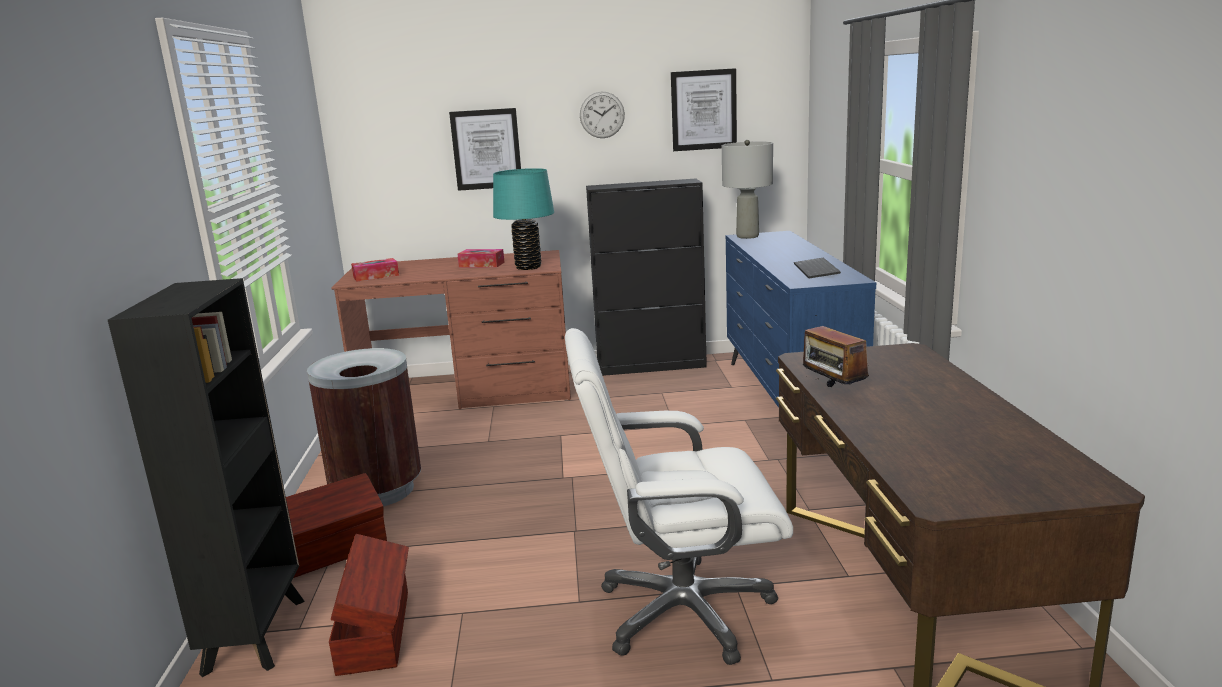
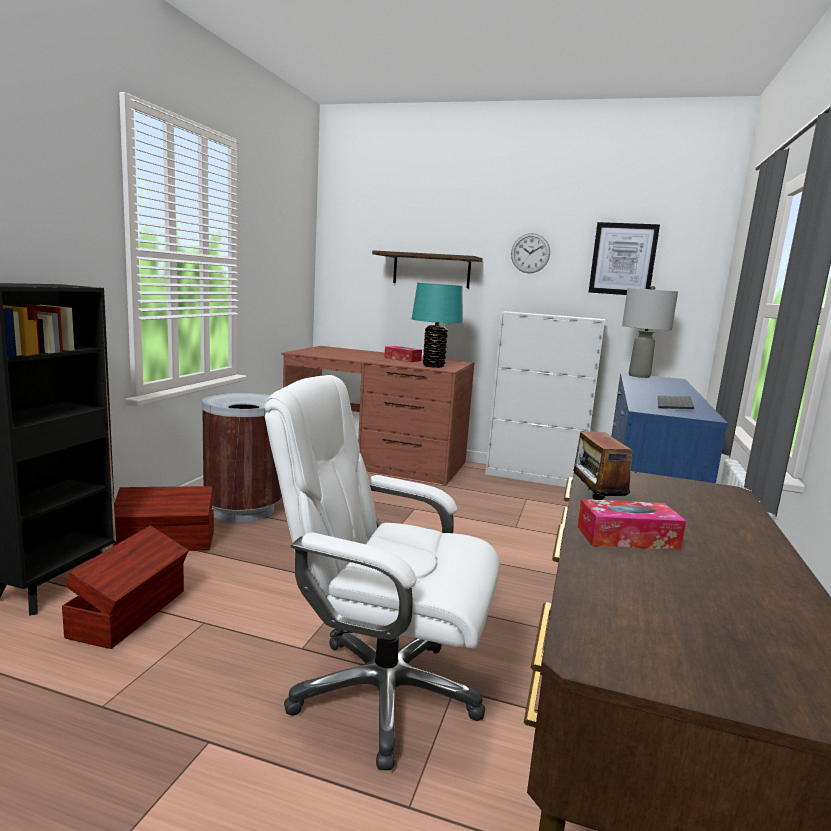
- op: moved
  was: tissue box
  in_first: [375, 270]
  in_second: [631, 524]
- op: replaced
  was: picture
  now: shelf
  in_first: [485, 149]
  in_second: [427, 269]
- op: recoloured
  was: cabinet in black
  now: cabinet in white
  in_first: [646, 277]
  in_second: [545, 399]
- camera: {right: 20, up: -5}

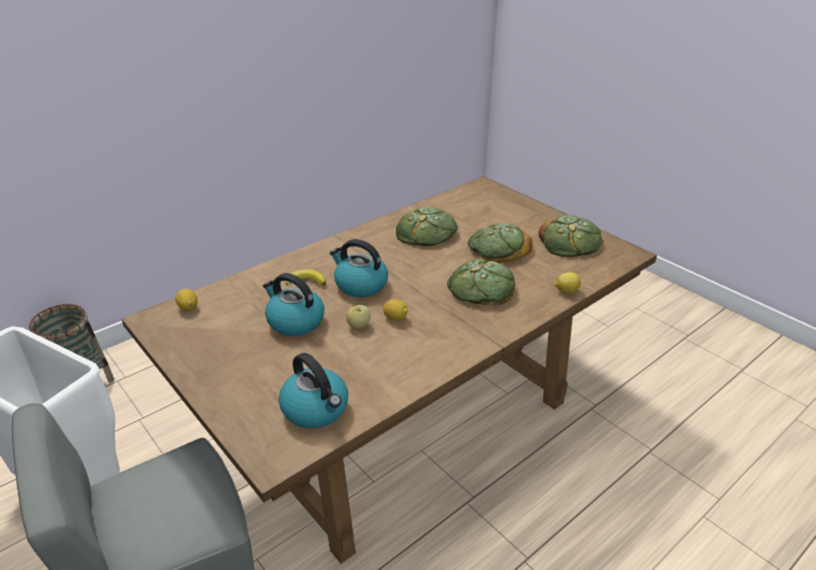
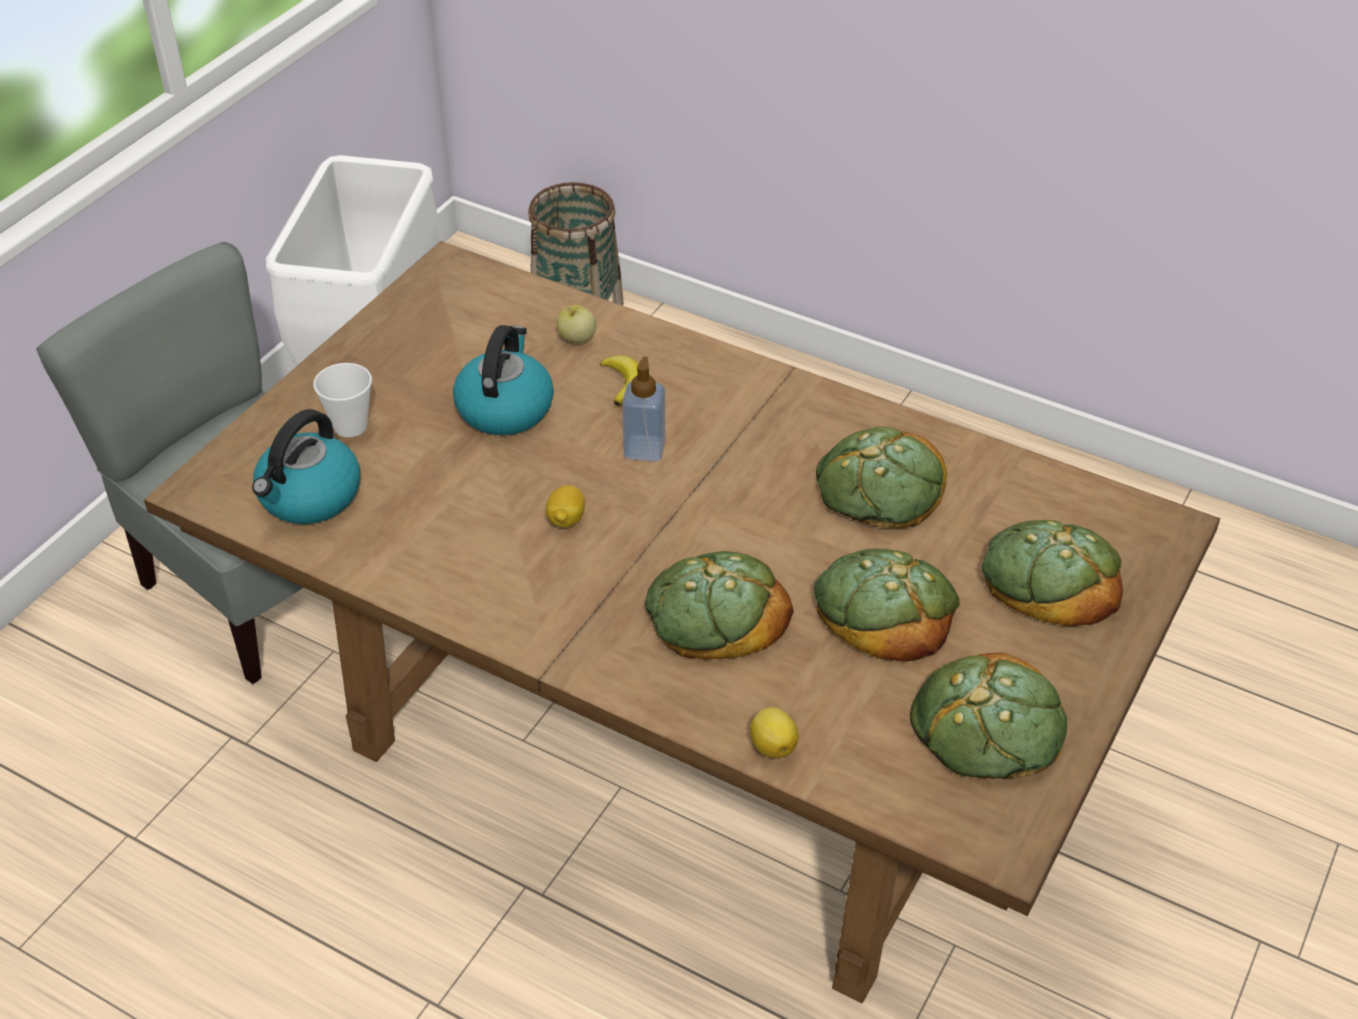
- op: removed
  was: lemon
  in_first: [186, 300]
- op: added
  now: cup
  in_second: [342, 400]
- op: added
  now: bread
  in_second: [1052, 573]
- op: moved
  was: apple
  in_first: [358, 317]
  in_second: [576, 324]
- op: replaced
  was: kettle
  now: soap dispenser
  in_first: [359, 268]
  in_second: [643, 409]
- camera: {right: 70, up: 10}

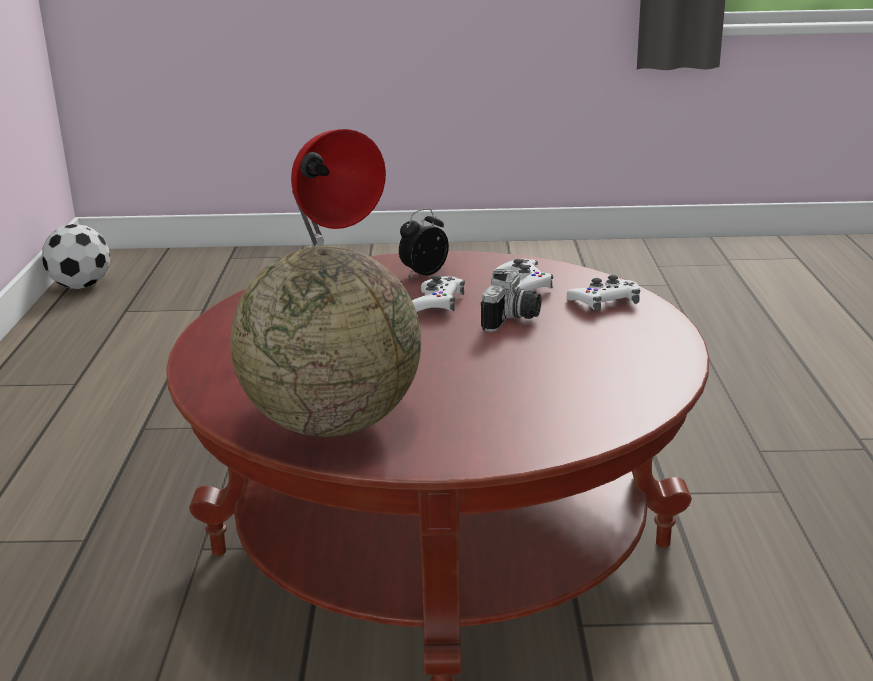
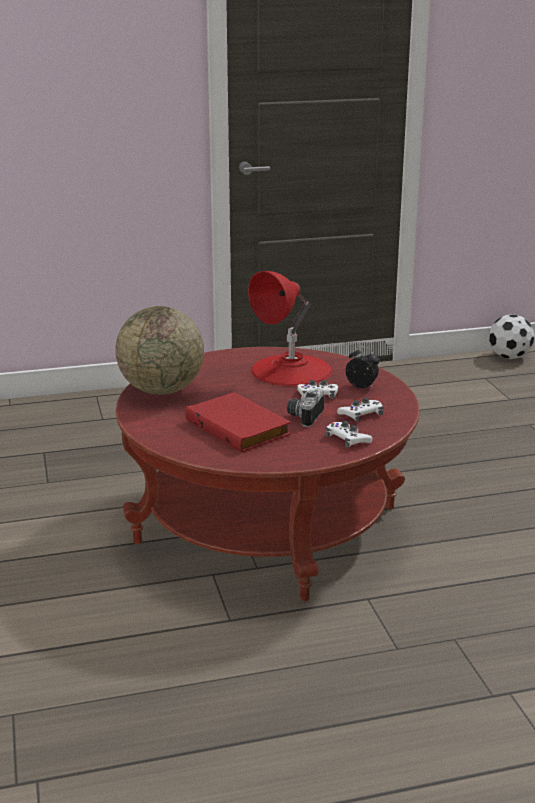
- op: added
  now: book in red
  in_second: [238, 422]
- op: turned
  was: photo camera
  in_first: [511, 300]
  in_second: [305, 407]
  clockwise: 105
- camera: {right: 75, up: 0}

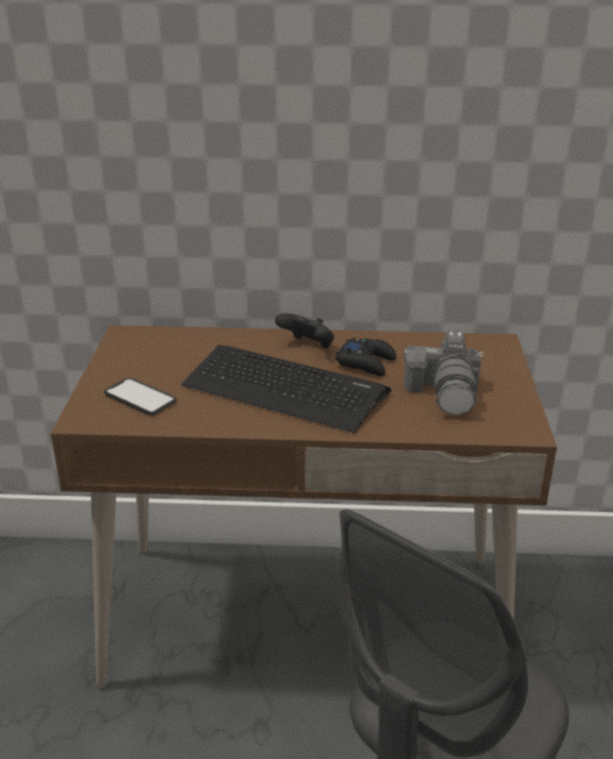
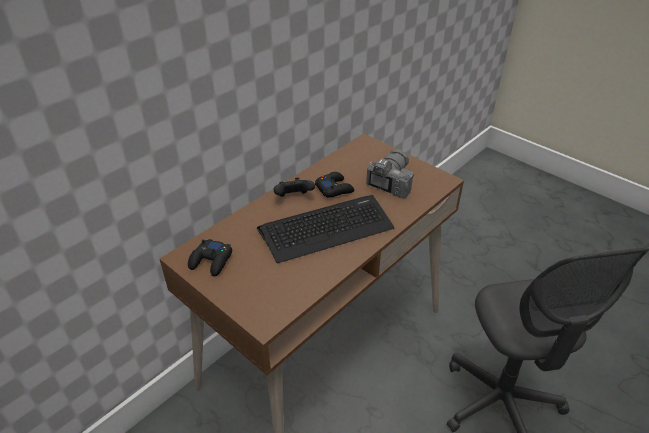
- op: removed
  was: phone
  in_first: [140, 396]
- op: added
  now: game controller in black
  in_second: [210, 257]
- op: turned
  was: photo camera
  in_first: [443, 372]
  in_second: [390, 174]
  clockwise: -105
- camera: {right: -50, up: 10}

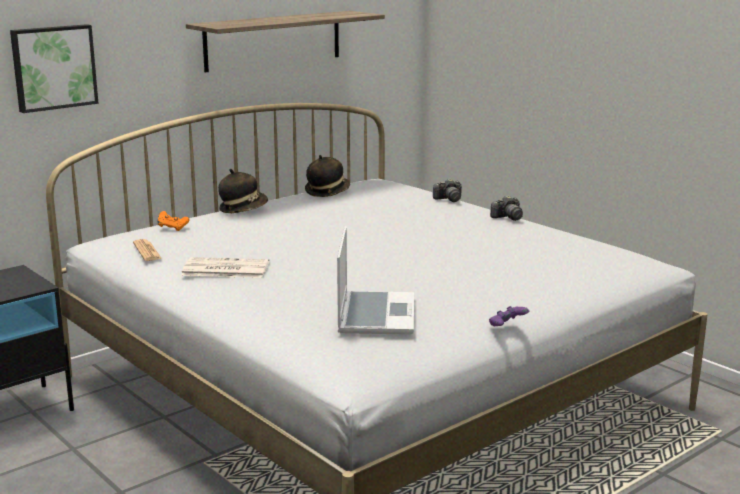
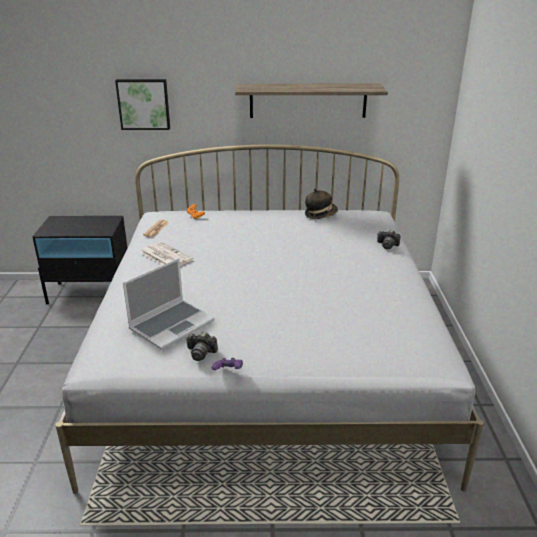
- op: removed
  was: hat
  in_first: [243, 191]
- op: moved
  was: photo camera
  in_first: [506, 208]
  in_second: [202, 346]
- camera: {right: 40, up: 10}

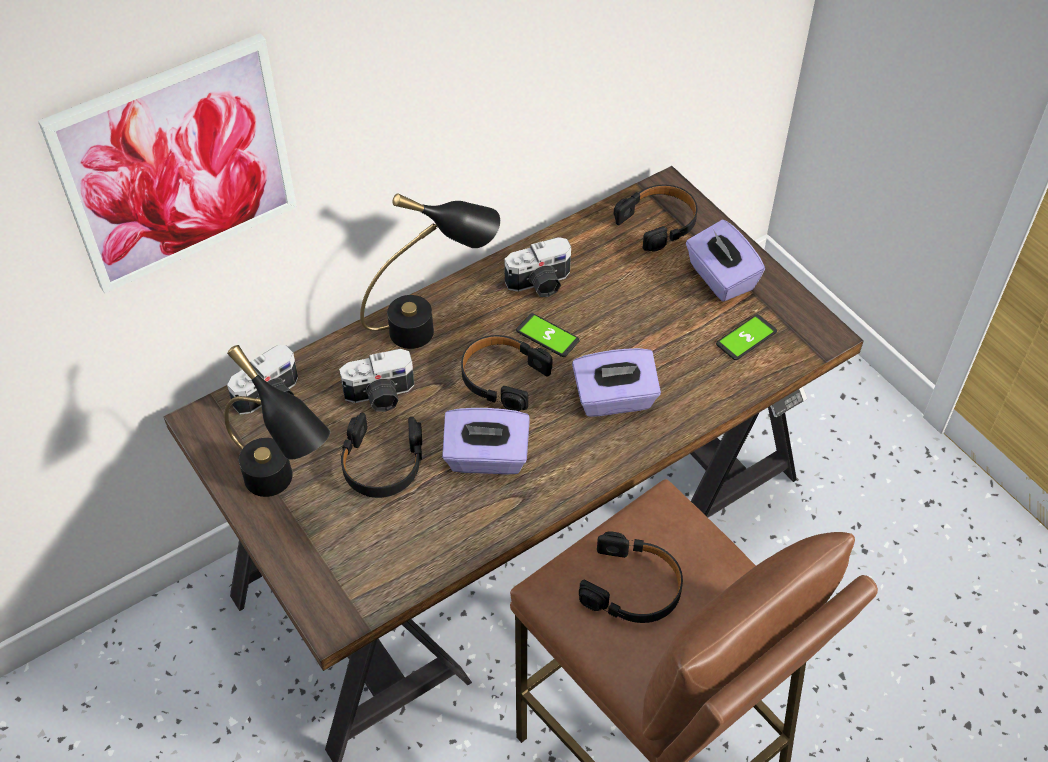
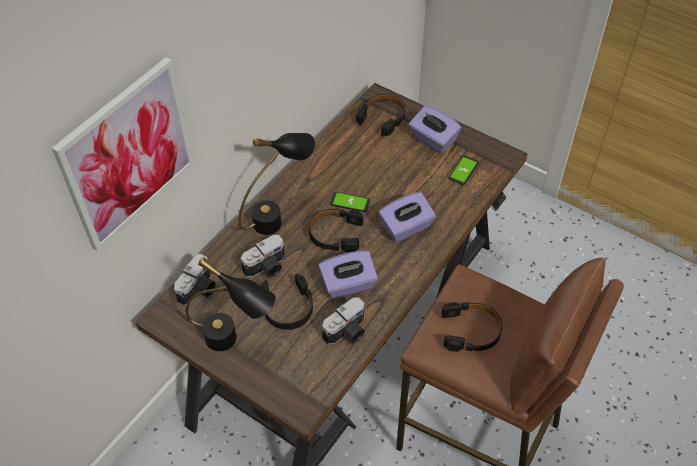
- op: moved
  was: photo camera
  in_first: [538, 267]
  in_second: [343, 320]
- camera: {right: -20, up: 0}

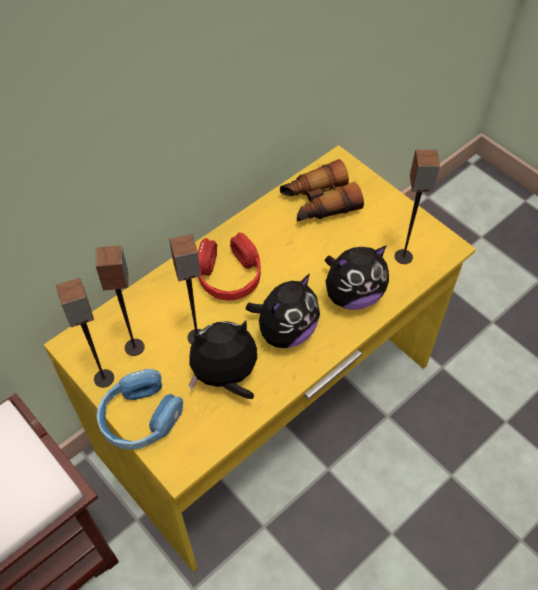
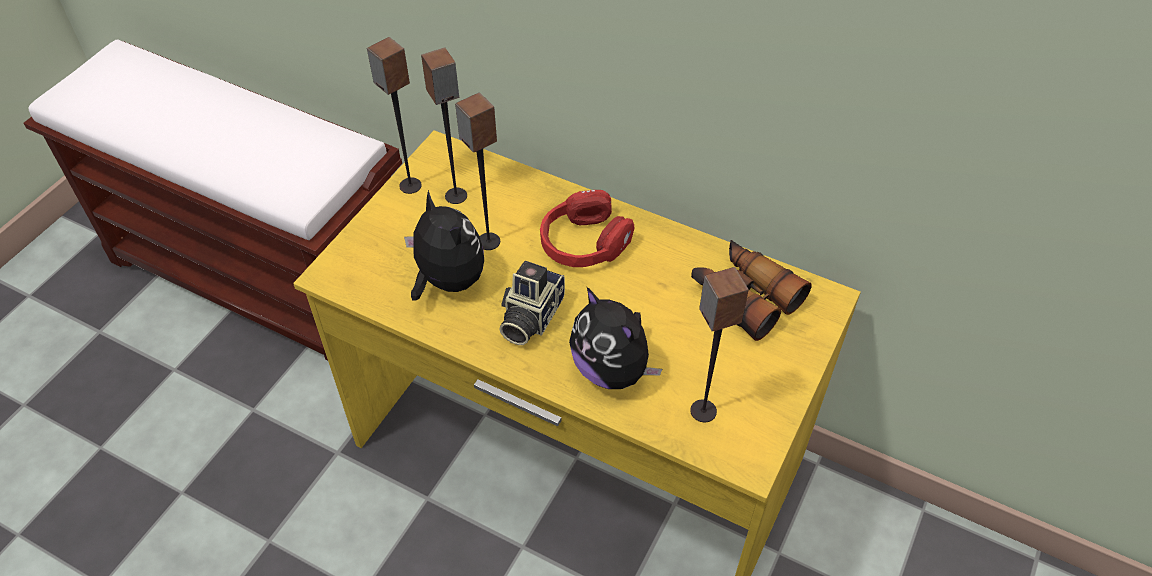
- op: removed
  was: headphones in blue
  in_first: [139, 409]
- op: replaced
  was: plush toy
  now: photo camera
  in_first: [283, 311]
  in_second: [532, 302]
- camera: {right: 70, up: -5}

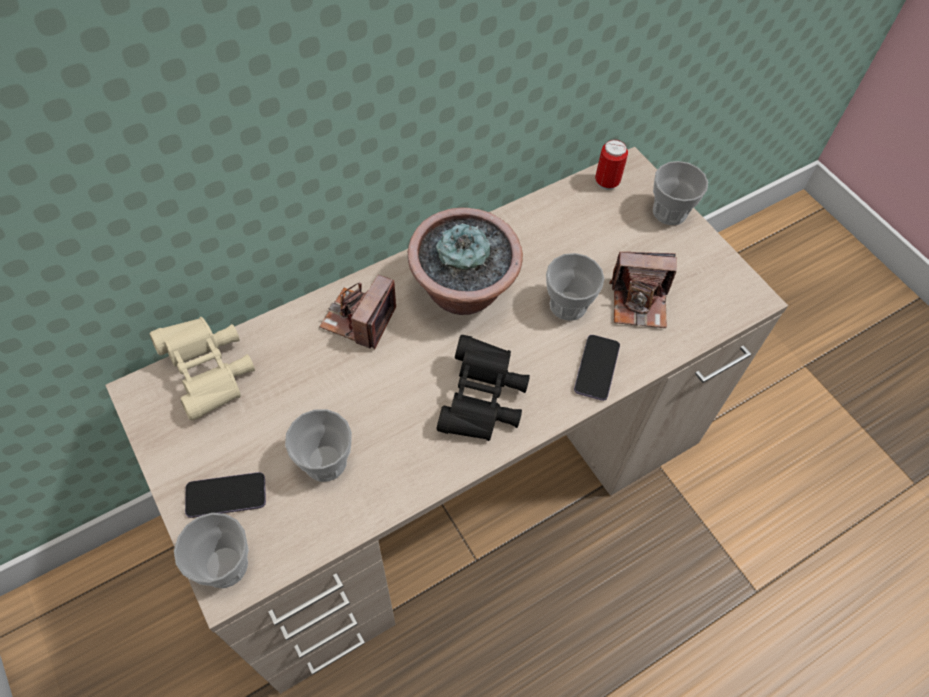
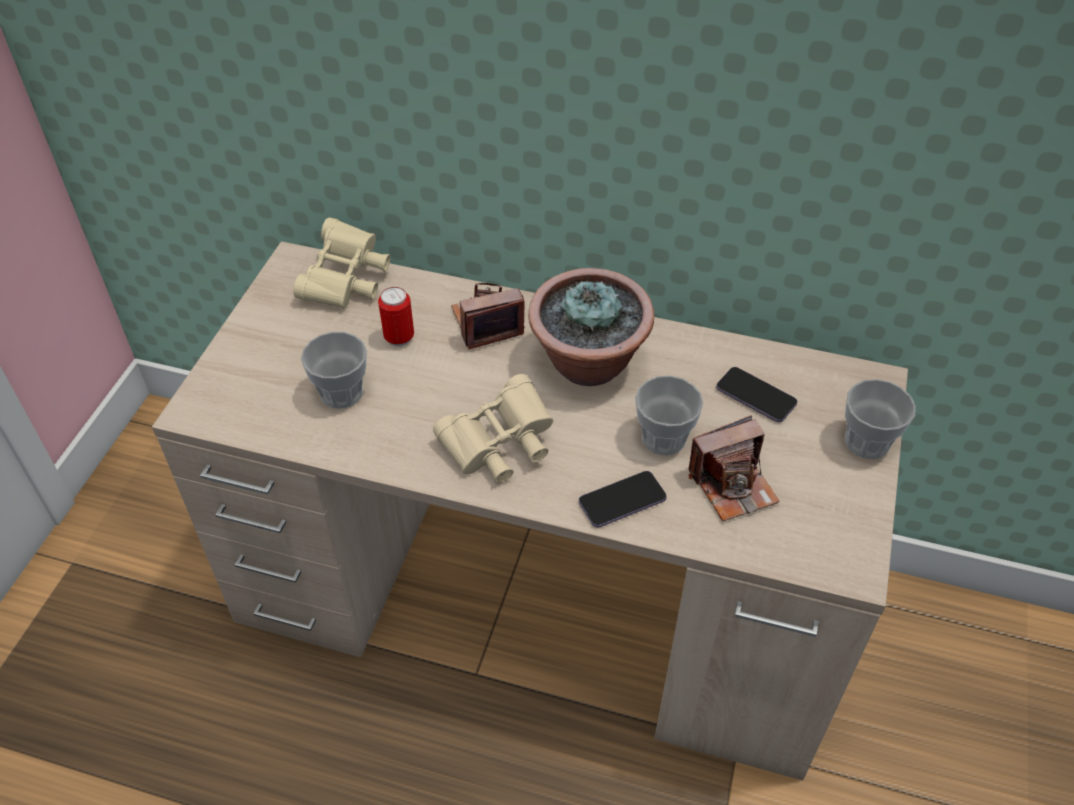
- op: removed
  was: cup
  in_first: [211, 550]
- op: moved
  was: phone
  in_first: [225, 495]
  in_second: [757, 394]
- op: moved
  was: can
  in_first: [611, 165]
  in_second: [396, 317]
- op: recoloured
  was: binoculars in black
  now: binoculars in beige
  in_first: [483, 388]
  in_second: [493, 428]
- op: turned
  was: photo camera
  in_first: [643, 290]
  in_second: [734, 468]
  clockwise: -75
- camera: {right: 50, up: -10}

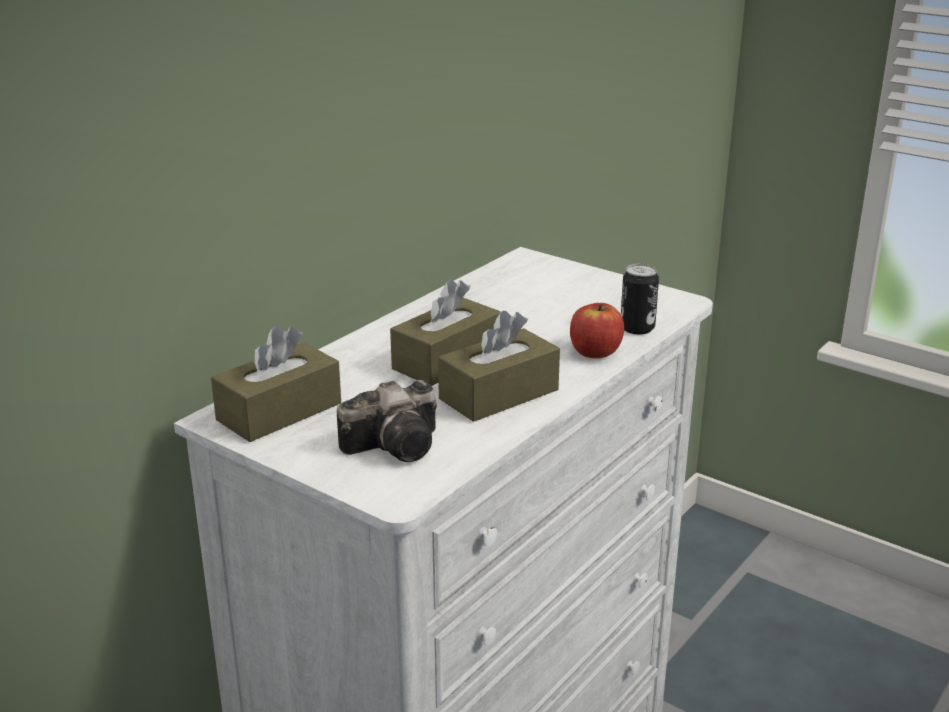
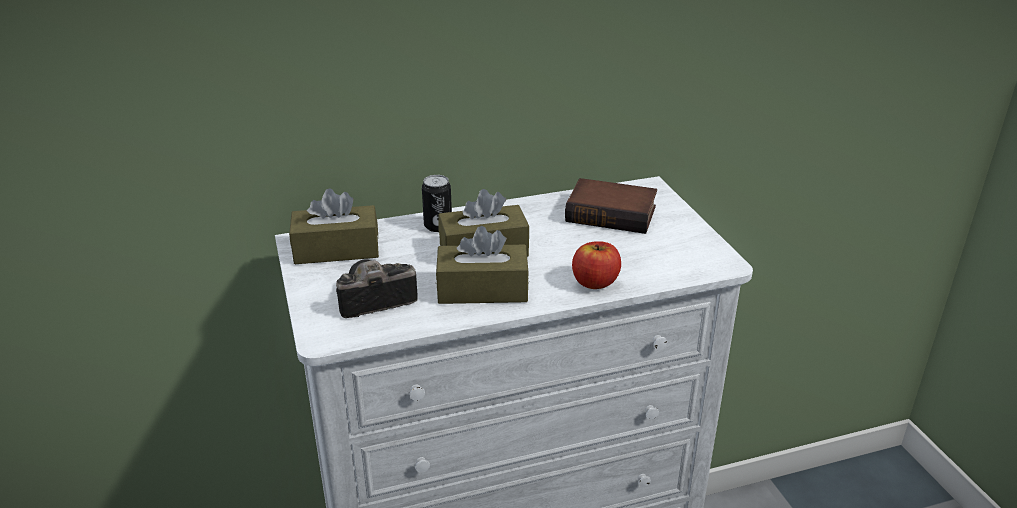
- op: added
  now: book
  in_second: [611, 206]
- op: moved
  was: can
  in_first: [640, 299]
  in_second: [437, 203]
- op: turned
  was: photo camera
  in_first: [387, 421]
  in_second: [377, 288]
  clockwise: 150
- camera: {right: 35, up: 5}

